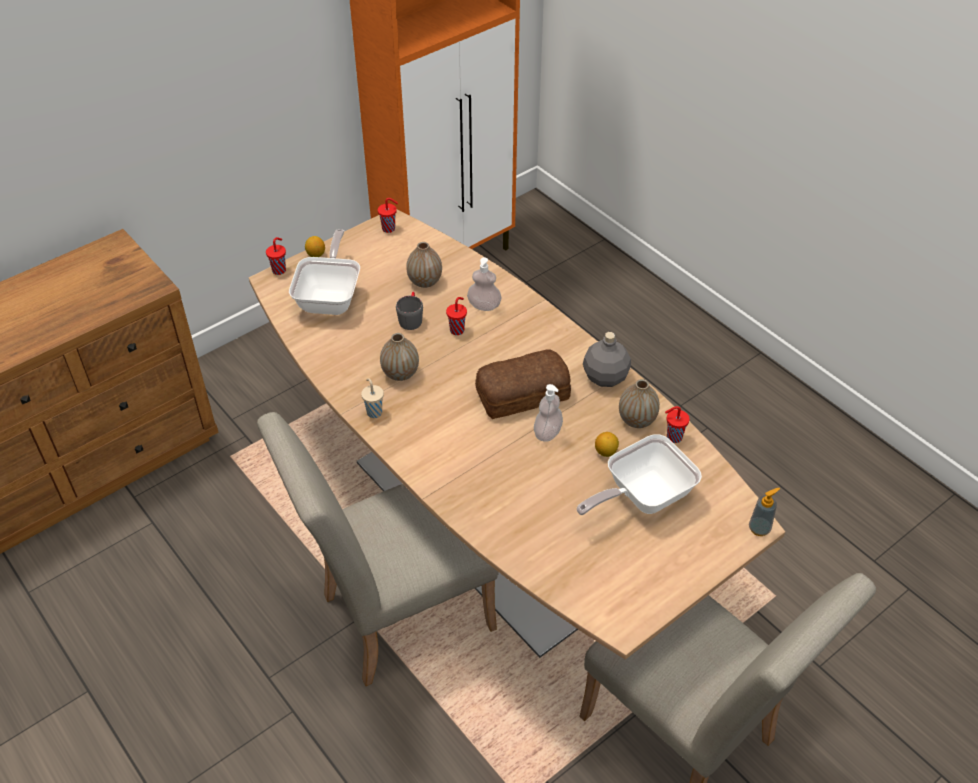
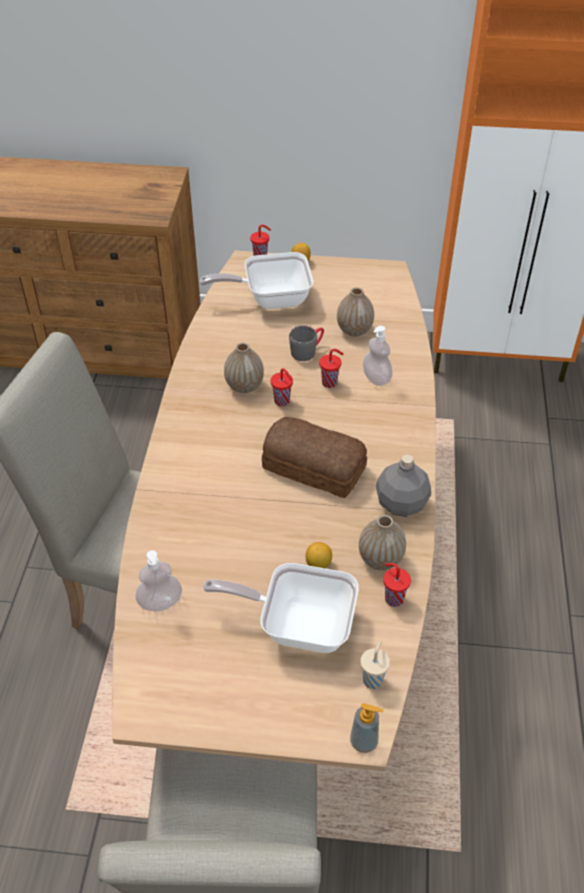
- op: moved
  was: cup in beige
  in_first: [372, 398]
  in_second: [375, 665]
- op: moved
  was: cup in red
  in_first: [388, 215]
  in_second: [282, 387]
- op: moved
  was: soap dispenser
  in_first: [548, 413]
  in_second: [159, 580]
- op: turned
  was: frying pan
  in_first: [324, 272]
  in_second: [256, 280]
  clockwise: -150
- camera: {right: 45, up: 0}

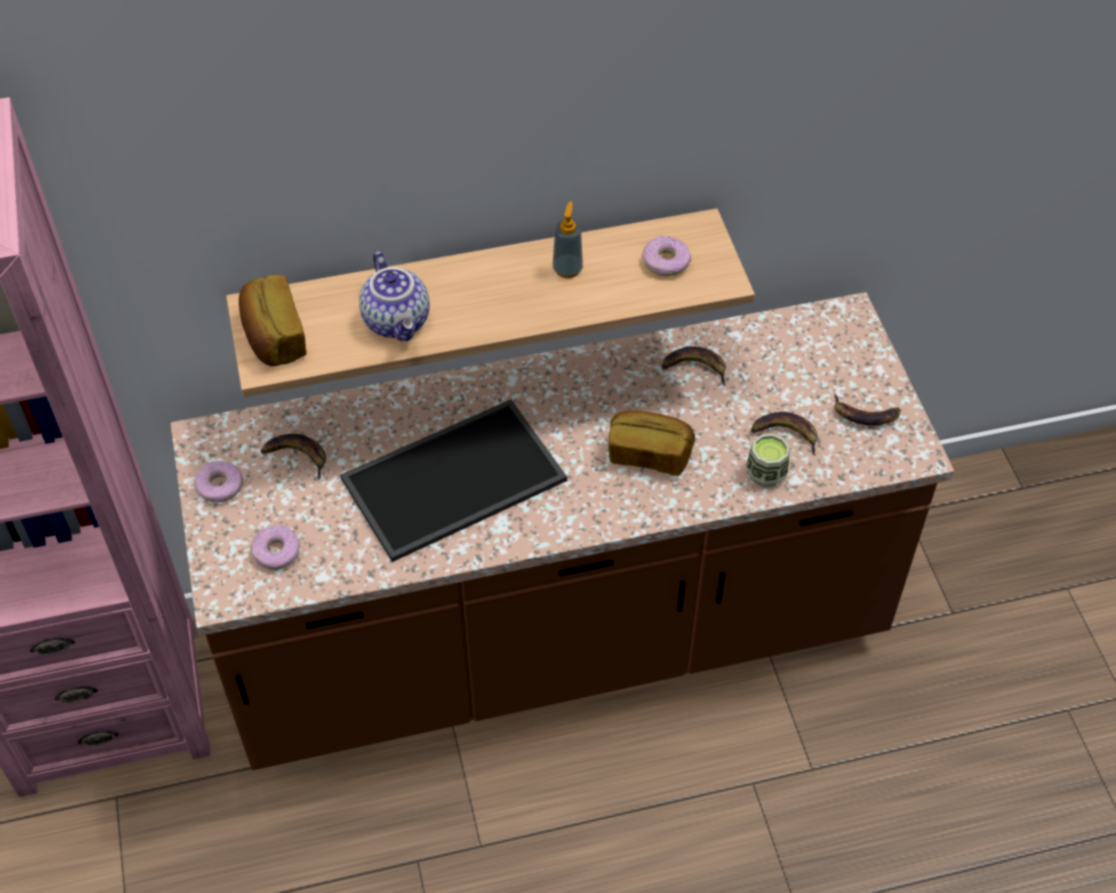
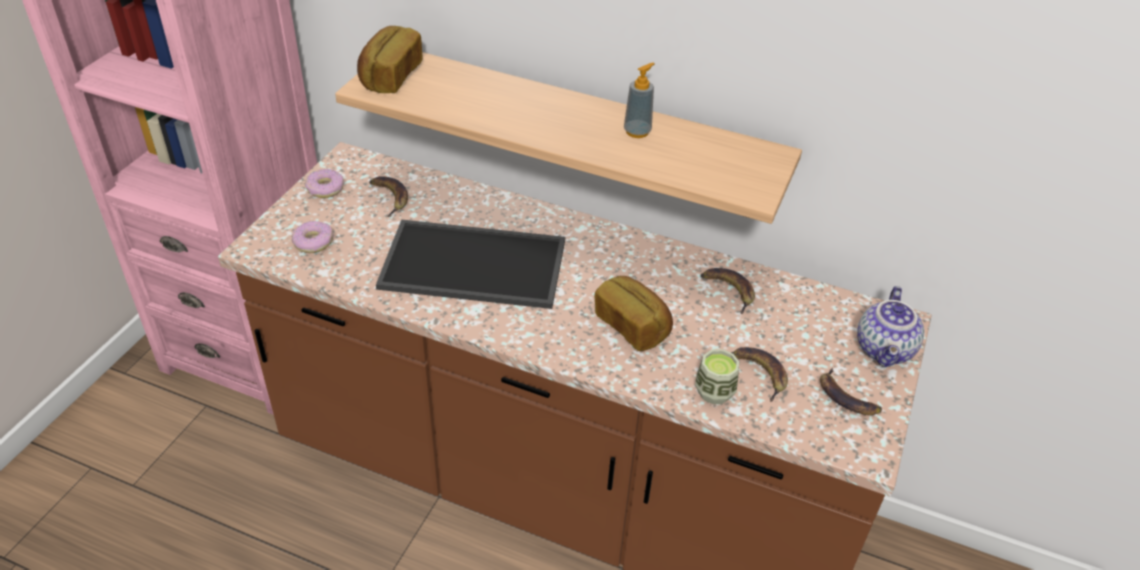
- op: removed
  was: donut
  in_first: [667, 256]
- op: moved
  was: teapot
  in_first: [394, 296]
  in_second: [890, 326]
- camera: {right: 35, up: -10}

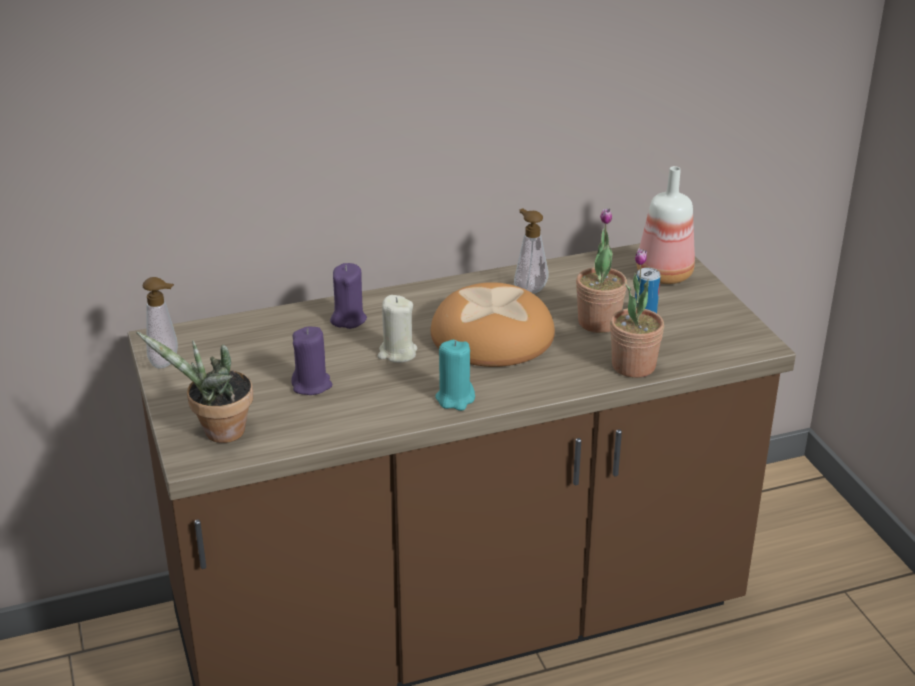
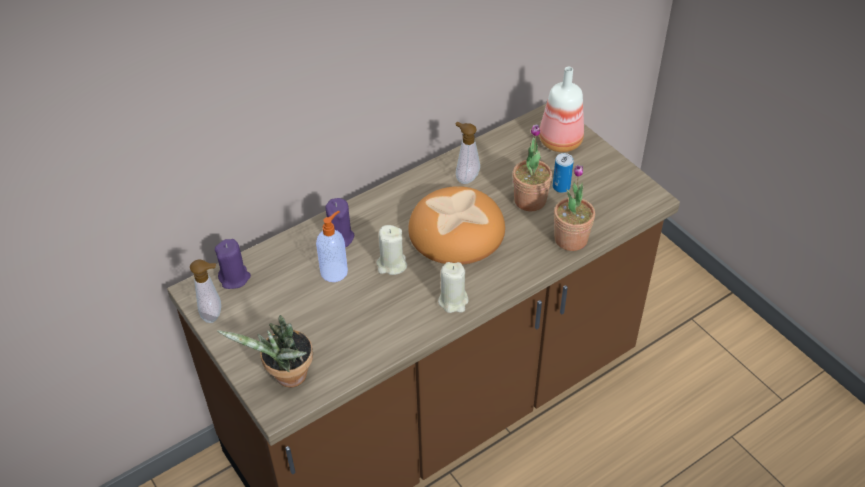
- op: added
  now: soap dispenser
  in_second: [332, 246]
- op: moved
  was: candle in purple
  in_first: [311, 360]
  in_second: [233, 264]
- op: recoloured
  was: candle in turquoise
  now: candle in beige
  in_first: [455, 375]
  in_second: [453, 287]
- camera: {right: -15, up: 15}

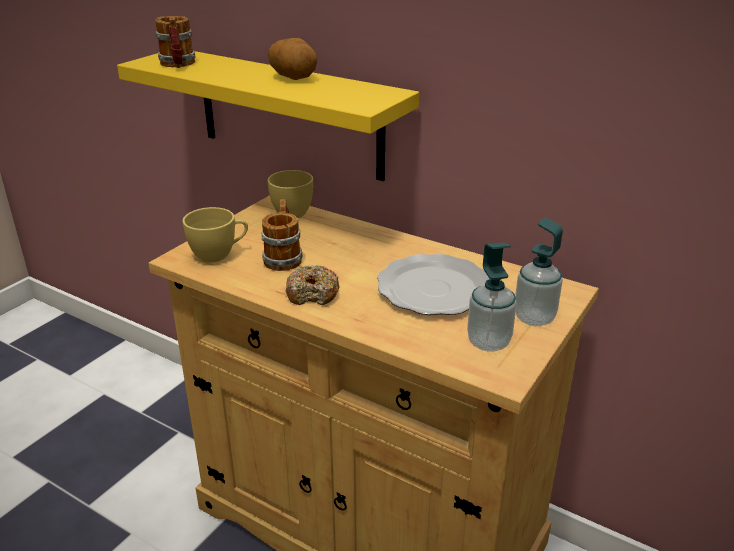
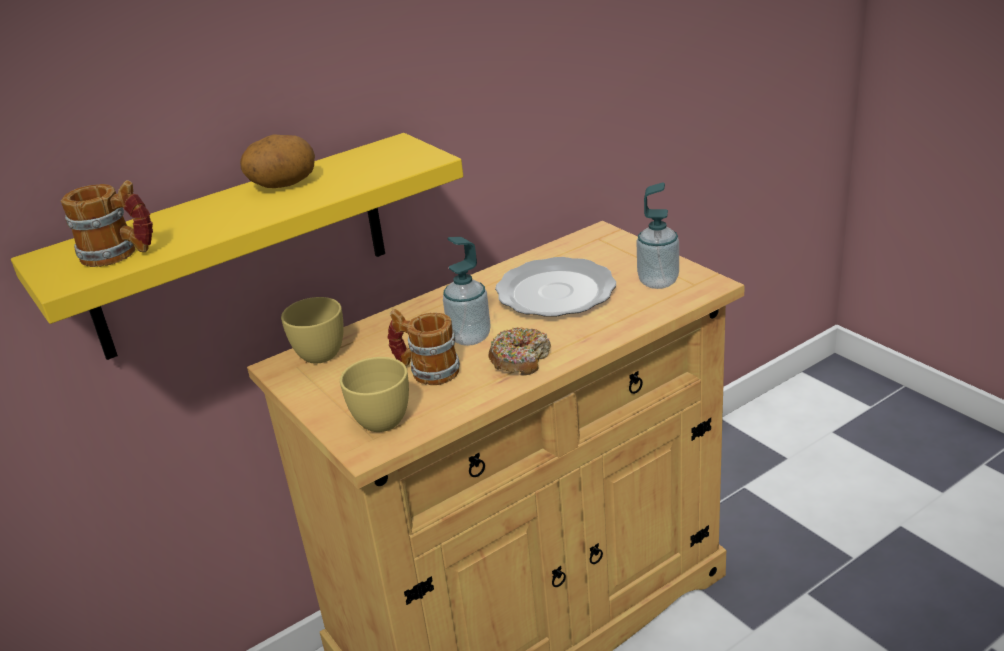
- op: moved
  was: soap dispenser
  in_first: [539, 271]
  in_second: [466, 291]
- camera: {right: -65, up: 0}

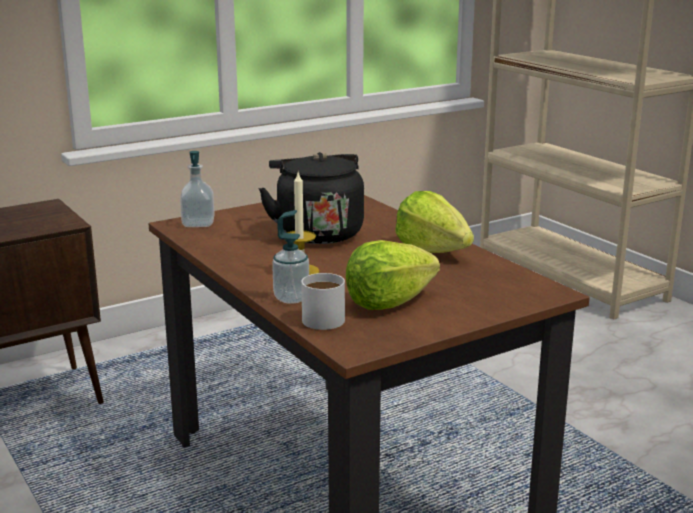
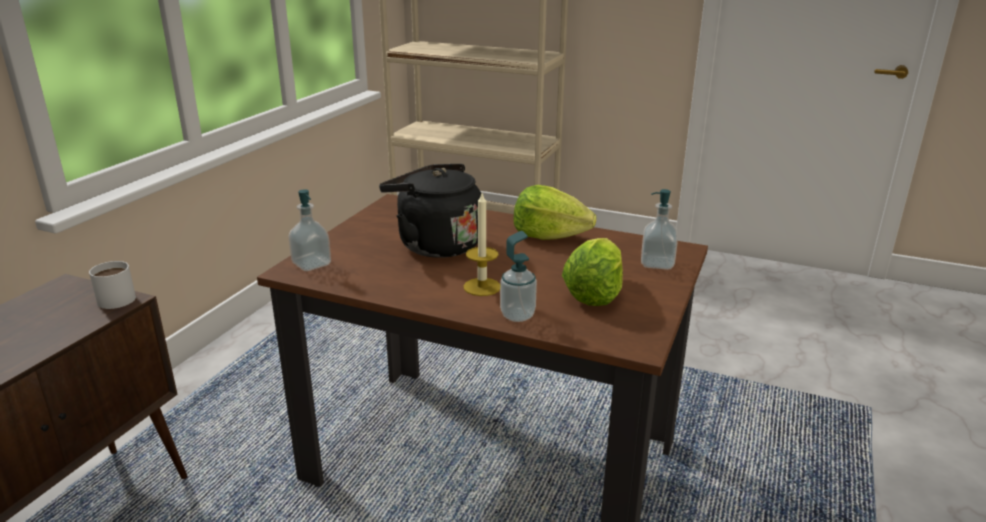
- op: added
  now: soap dispenser
  in_second: [659, 229]
- op: moved
  was: mug in white
  in_first: [323, 301]
  in_second: [112, 285]
- camera: {right: -35, up: 5}

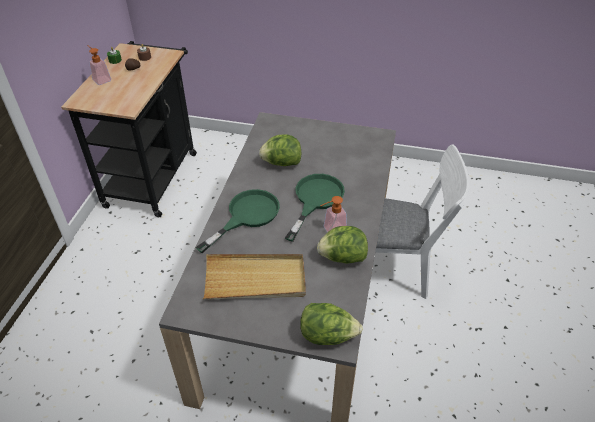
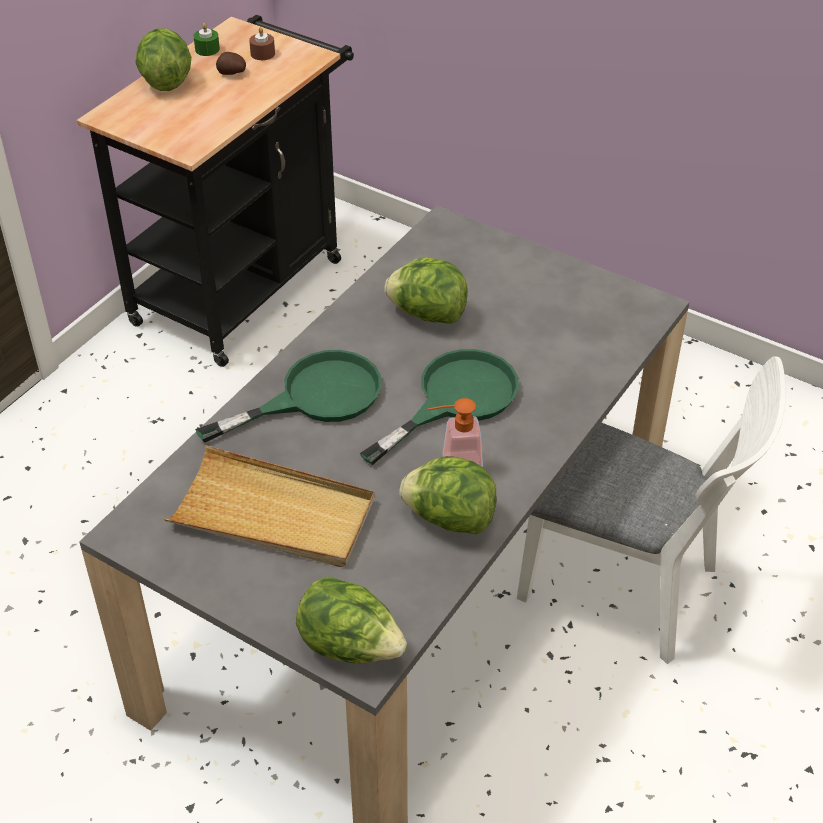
- op: replaced
  was: soap dispenser
  now: lettuce
  in_first: [99, 65]
  in_second: [163, 59]
- camera: {right: 20, up: 0}

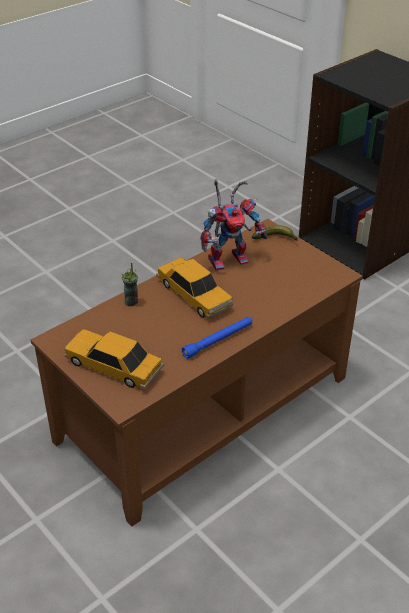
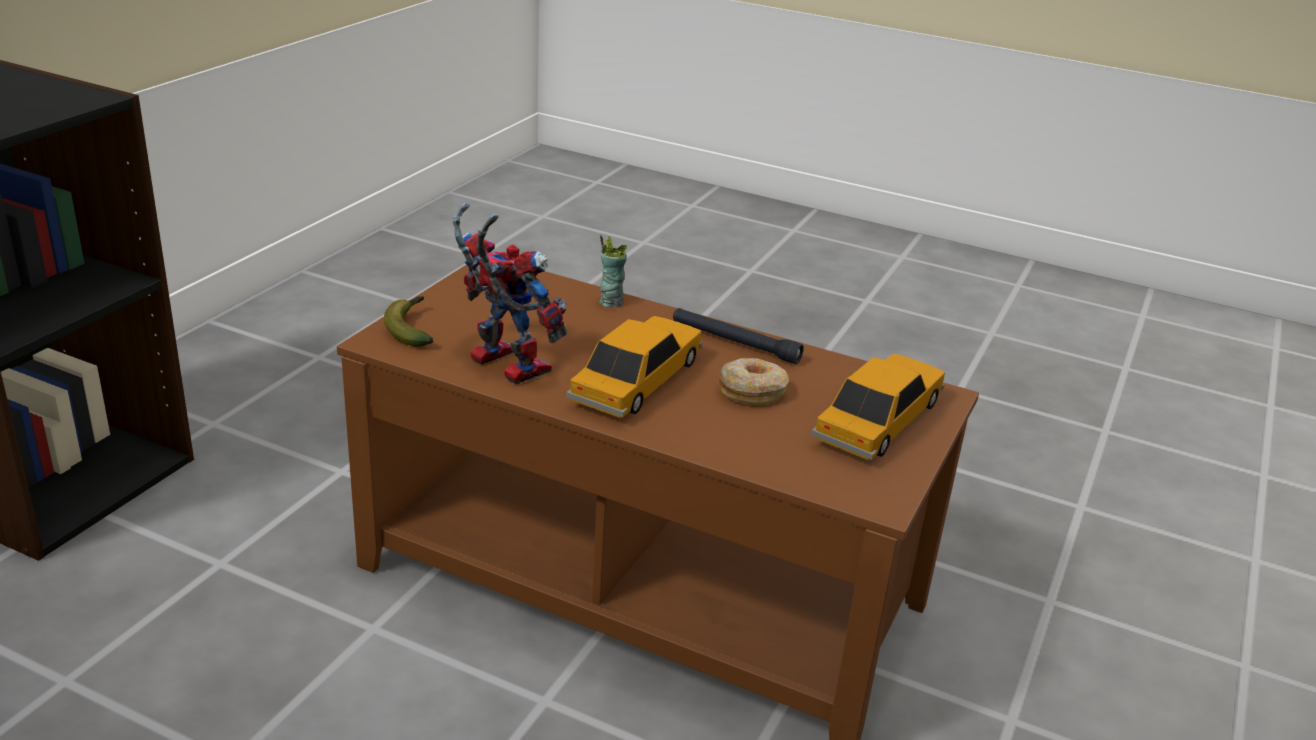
- op: added
  now: donut
  in_second: [754, 381]
- op: moved
  was: cup
  in_first: [129, 284]
  in_second: [613, 271]
- op: recoloured
  was: flashlight in blue
  now: flashlight in black
  in_first: [217, 338]
  in_second: [738, 336]
- op: turned
  was: toy car
  in_first: [114, 359]
  in_second: [878, 407]
  clockwise: -150
- camera: {right: -115, up: -10}

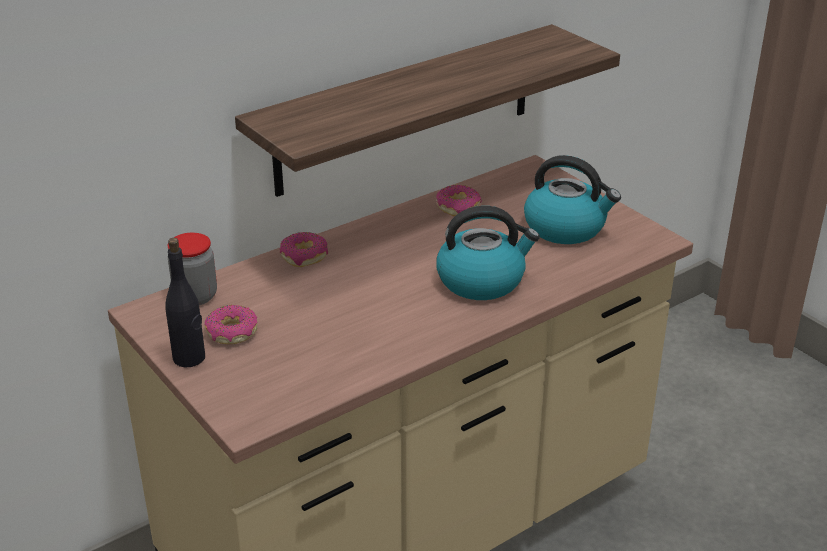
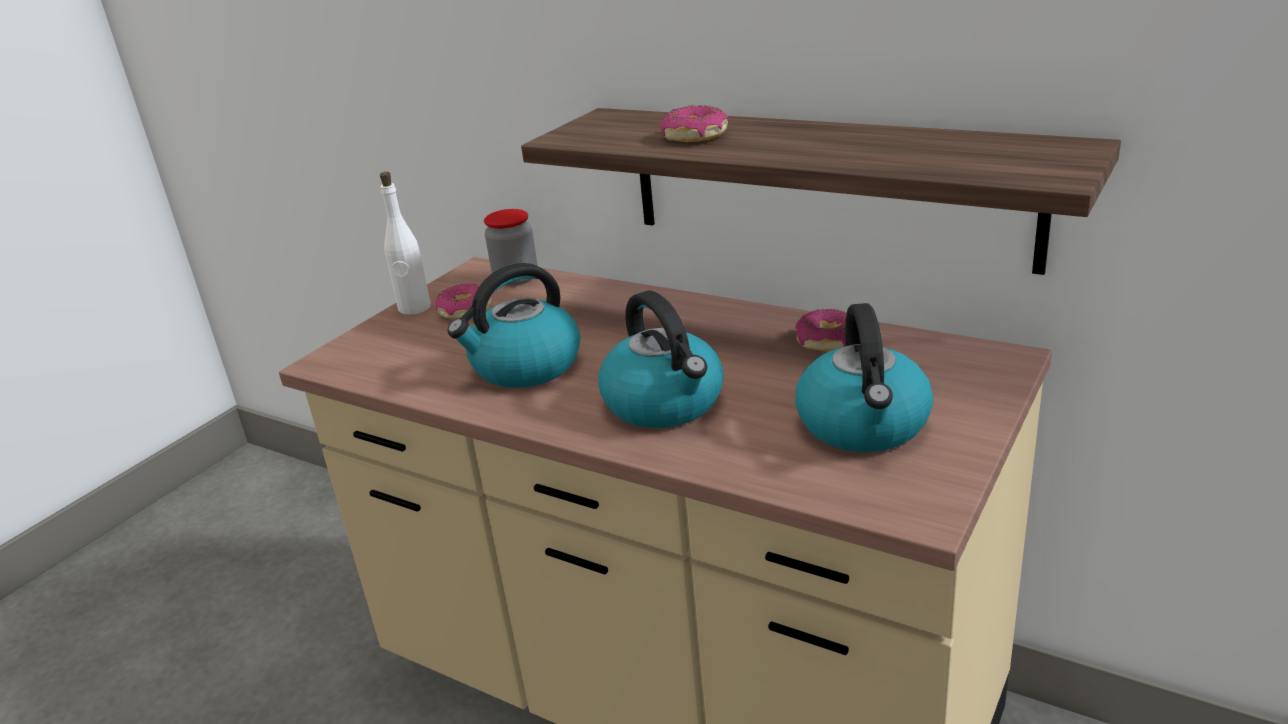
- op: added
  now: kettle
  in_second: [513, 325]
- op: moved
  was: donut
  in_first: [304, 249]
  in_second: [694, 123]
- op: recoloured
  was: bottle in black
  now: bottle in white
  in_first: [185, 303]
  in_second: [405, 243]
- camera: {right: 70, up: -5}

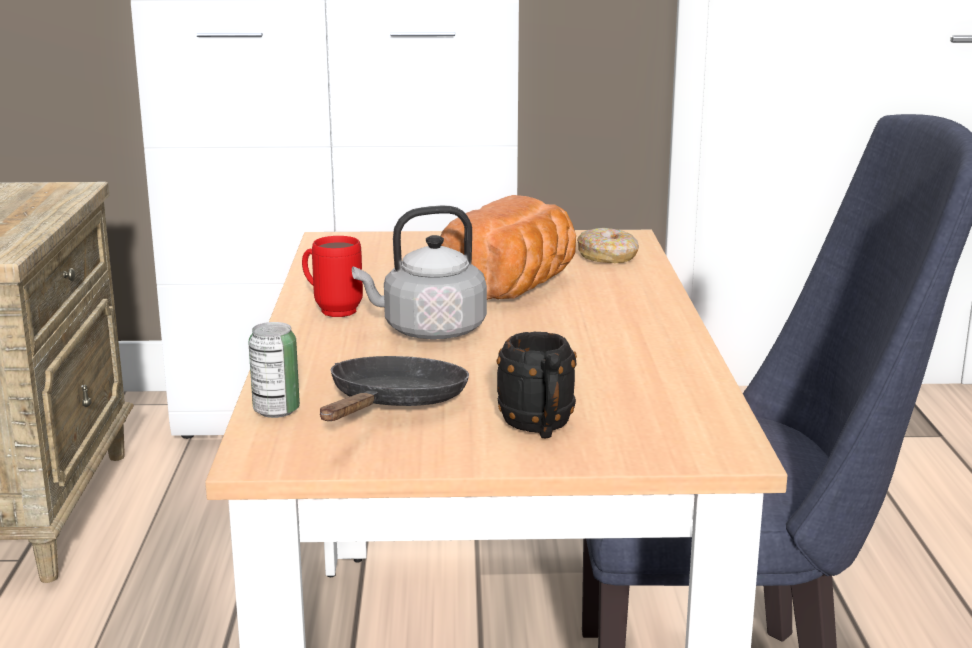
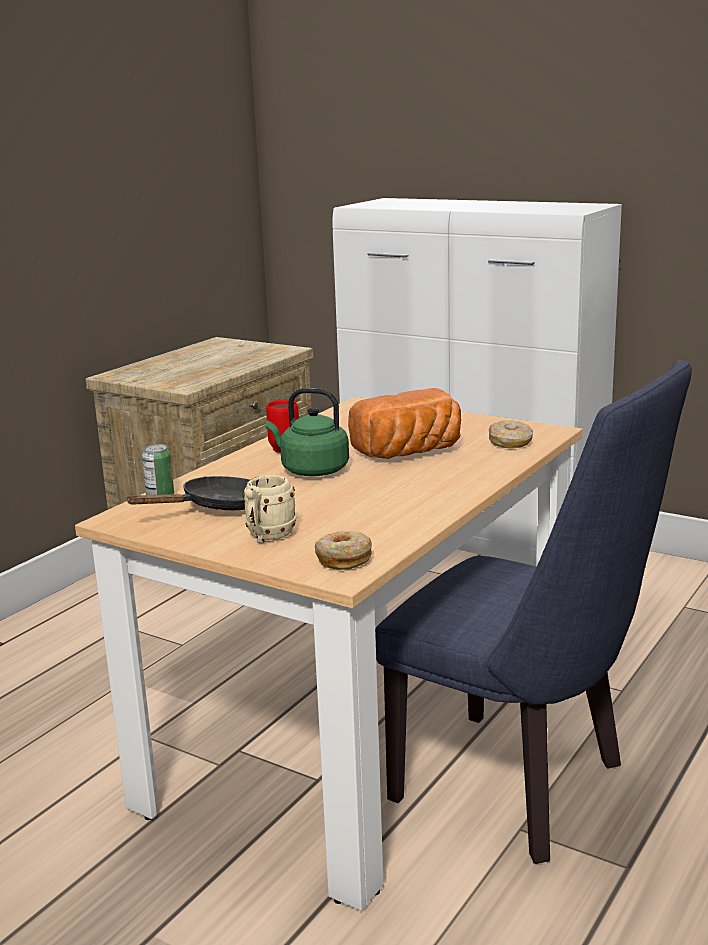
- op: added
  now: donut
  in_second: [343, 550]
- op: recoloured
  was: kettle in grey
  now: kettle in green
  in_first: [419, 272]
  in_second: [307, 432]
- op: recoloured
  was: mug in black
  now: mug in beige
  in_first: [536, 385]
  in_second: [269, 509]
- camera: {right: 35, up: 0}

